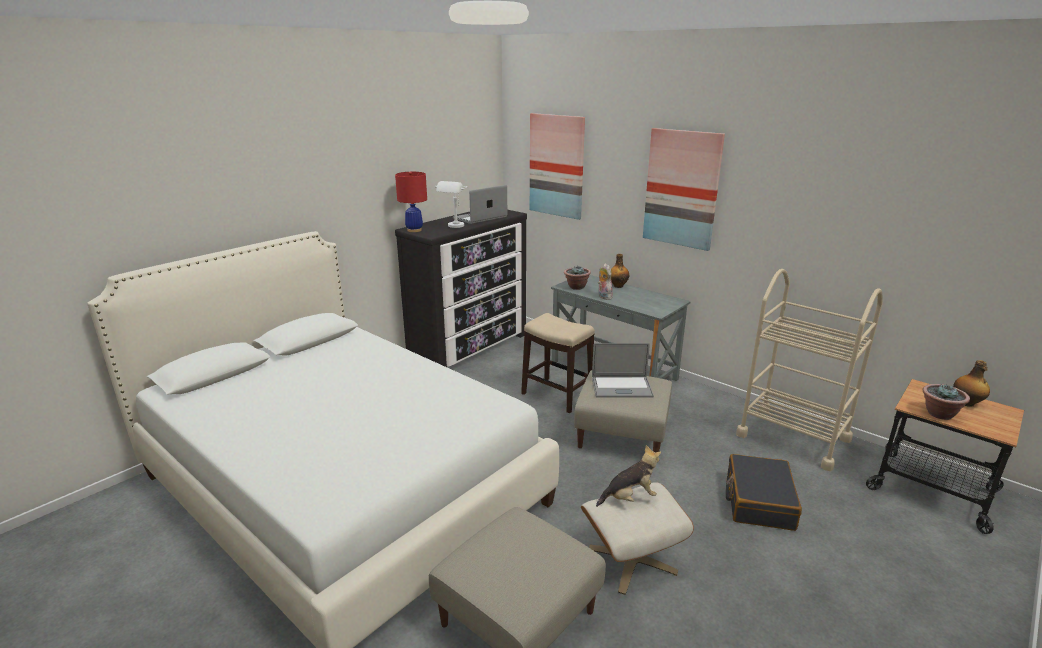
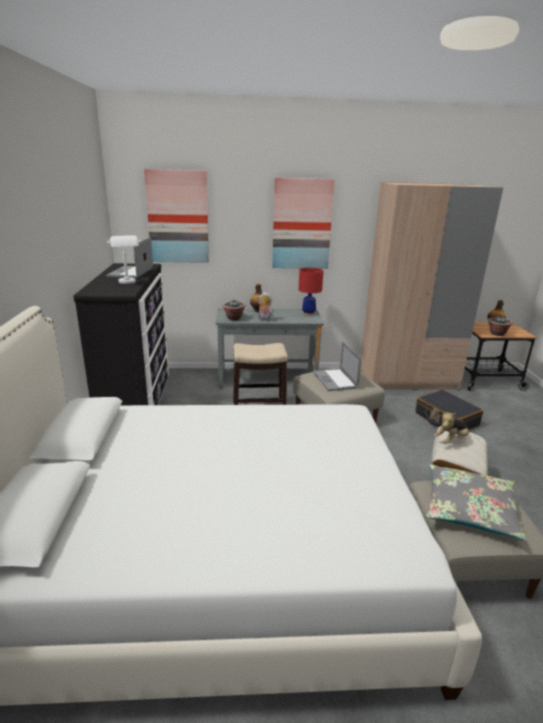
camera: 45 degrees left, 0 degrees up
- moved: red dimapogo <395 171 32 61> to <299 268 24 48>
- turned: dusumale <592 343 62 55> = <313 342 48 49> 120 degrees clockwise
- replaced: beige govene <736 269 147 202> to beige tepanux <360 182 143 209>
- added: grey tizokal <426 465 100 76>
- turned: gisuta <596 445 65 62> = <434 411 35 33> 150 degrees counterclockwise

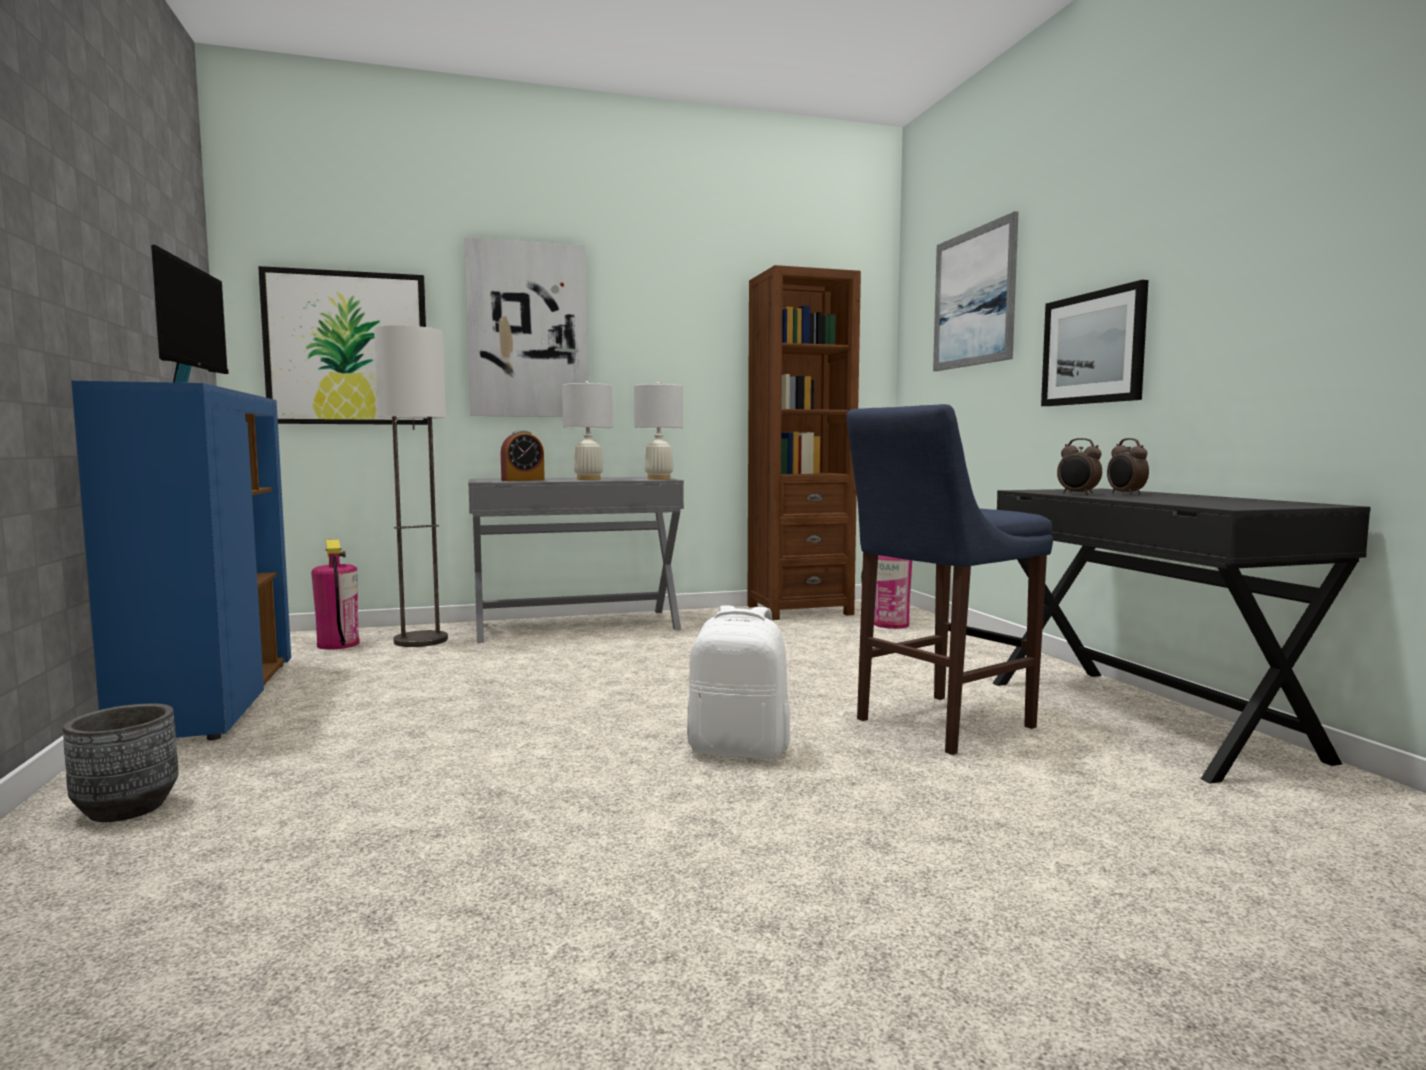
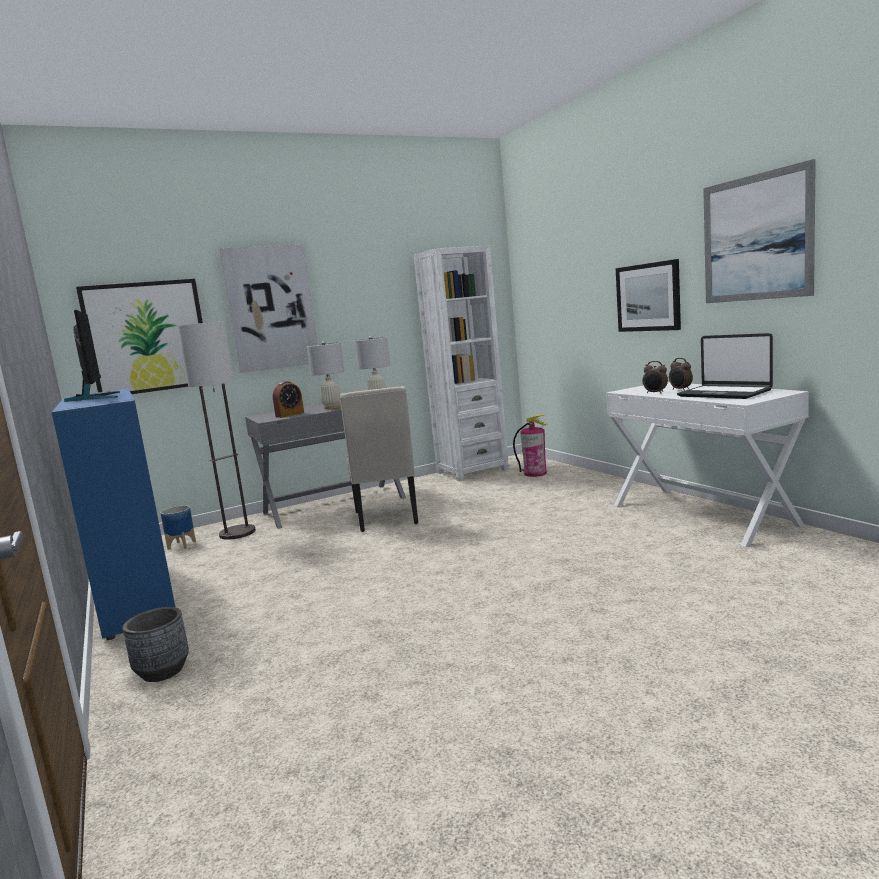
camera: 10 degrees left, 5 degrees up
- replaced: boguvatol <311 539 49 111> to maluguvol <160 505 36 45>
- added: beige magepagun <340 386 78 146>
- recoloured: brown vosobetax <747 265 114 355> to white vosobetax <414 245 95 237>
- recoloured: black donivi <993 489 378 294> to white donivi <606 382 203 165>
- added: dusumale <677 333 96 66>
- moved: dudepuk <933 211 85 160> to <703 159 113 144>
- removed: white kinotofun <687 605 103 154>
- removed: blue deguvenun <846 404 207 351>

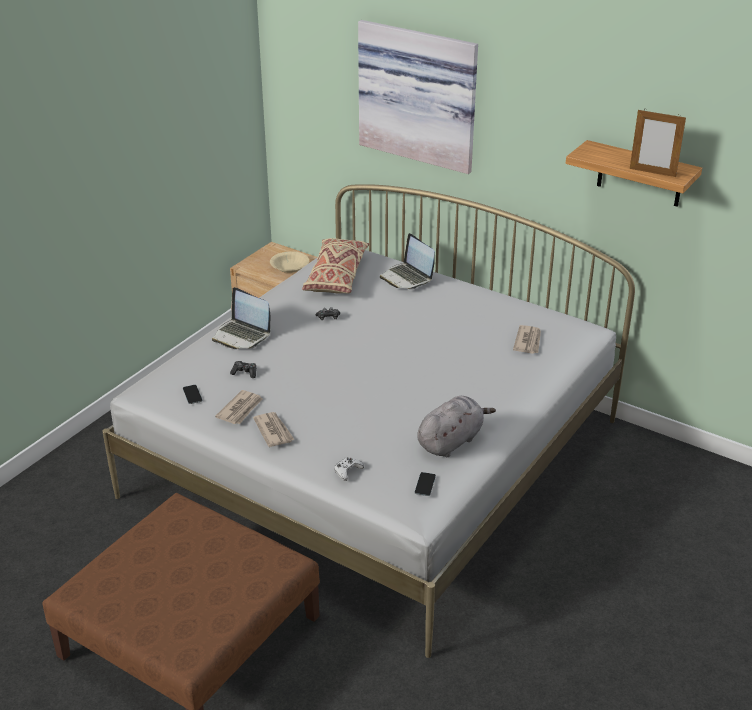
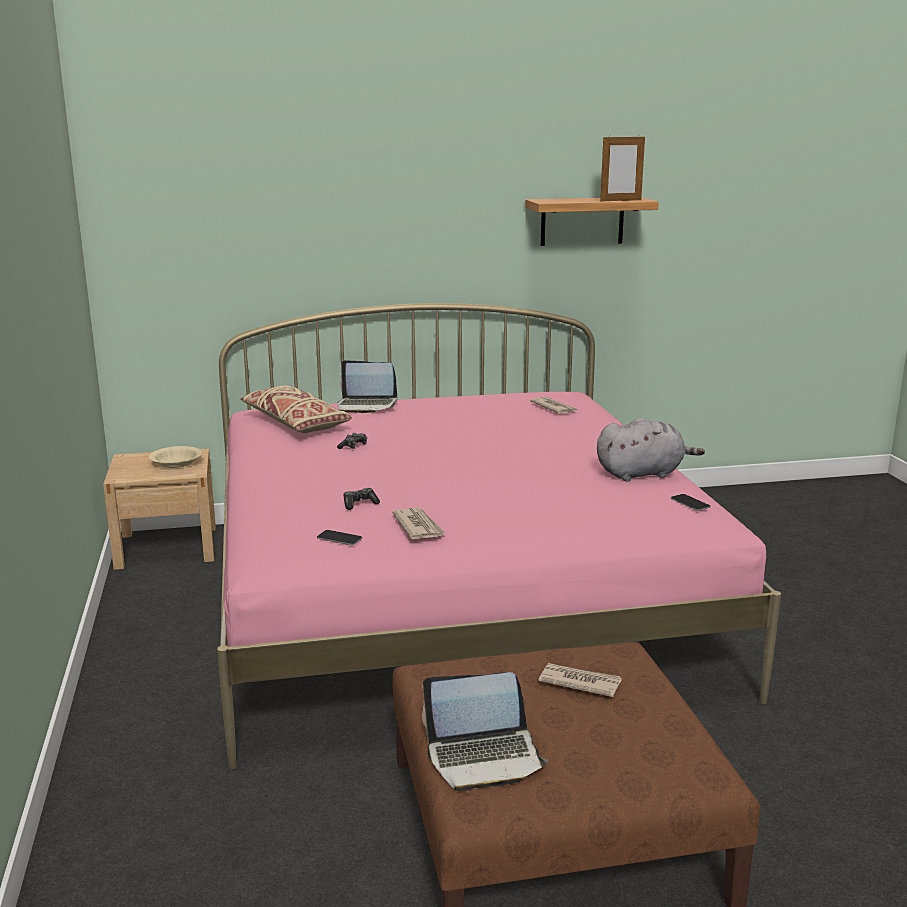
camera: 45 degrees left, 15 degrees down
- recoloured: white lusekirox <102 184 533 474> to pink lusekirox <217 303 564 466>
- moved: dusumale <212 287 58 62> to <422 672 126 119>
- moved: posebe <253 412 42 35> to <539 663 83 34>
- turned: grey gisuta <417 396 79 61> = <597 418 108 64> 75 degrees clockwise
- removed: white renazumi <334 457 30 24>
- removed: dudepuk <358 20 120 154>

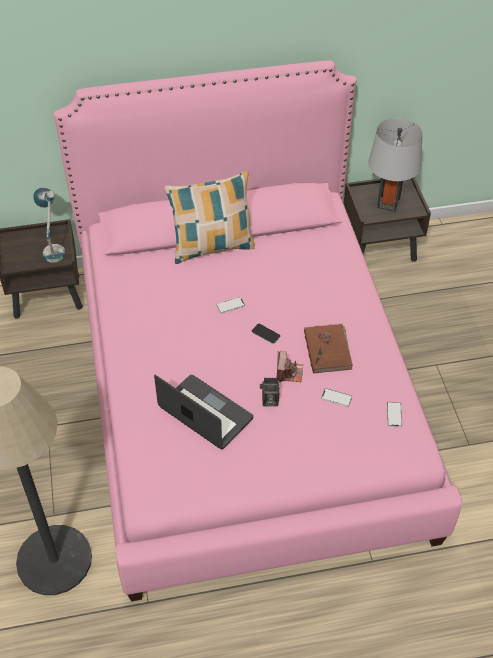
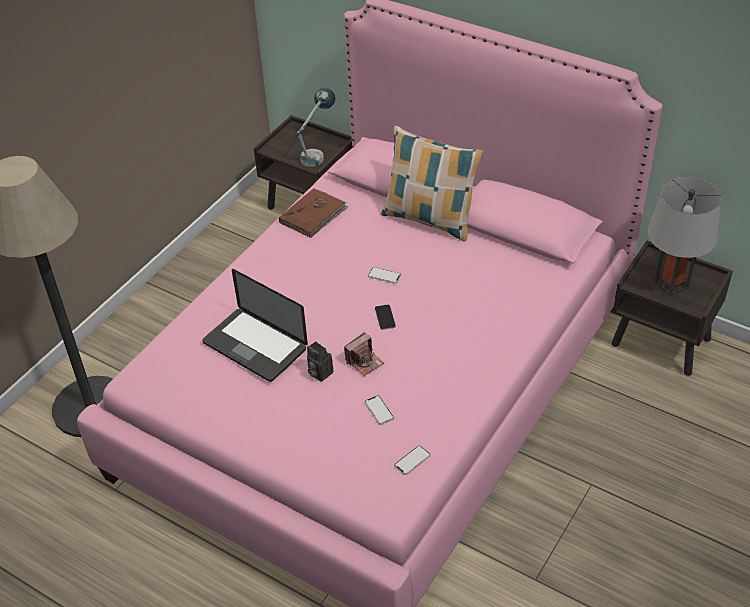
camera: 45 degrees right, 5 degrees down
- turned: dusumale <154 375 99 74> = <202 269 106 113> 135 degrees clockwise
- moved: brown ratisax <304 323 49 50> to <279 188 69 50>

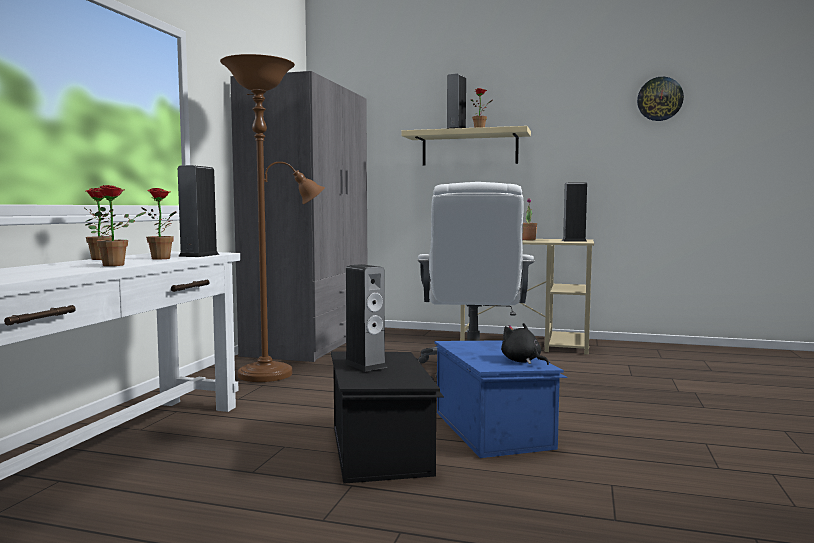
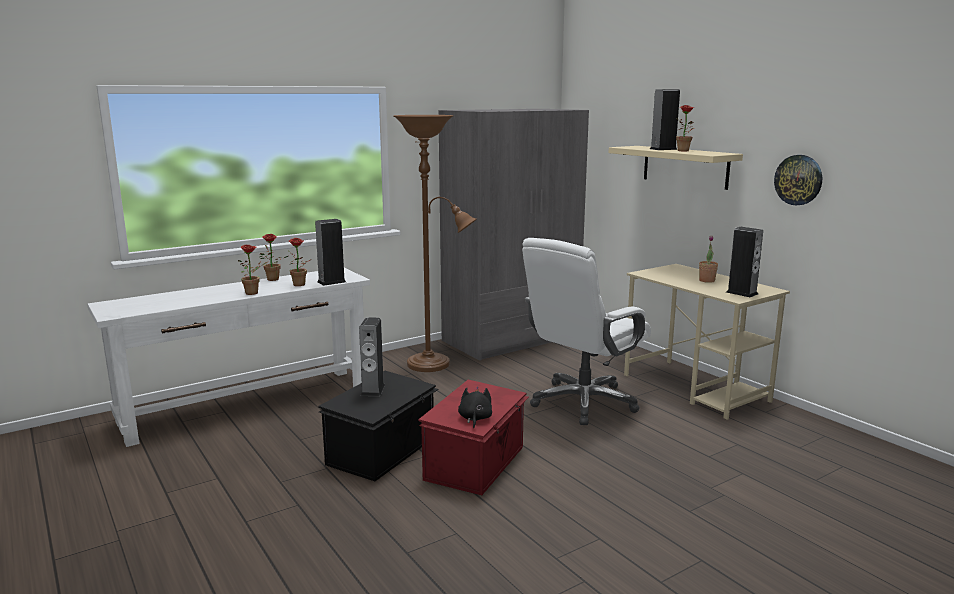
camera: 40 degrees right, 10 degrees up
- recoloured: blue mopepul <435 340 133 118> to red mopepul <419 380 110 115>
- moved: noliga <637 77 47 44> to <774 155 48 50>

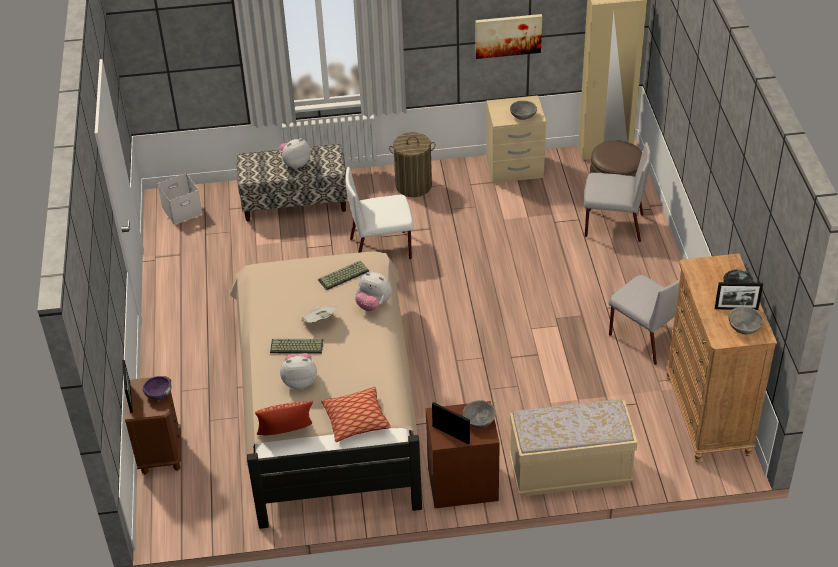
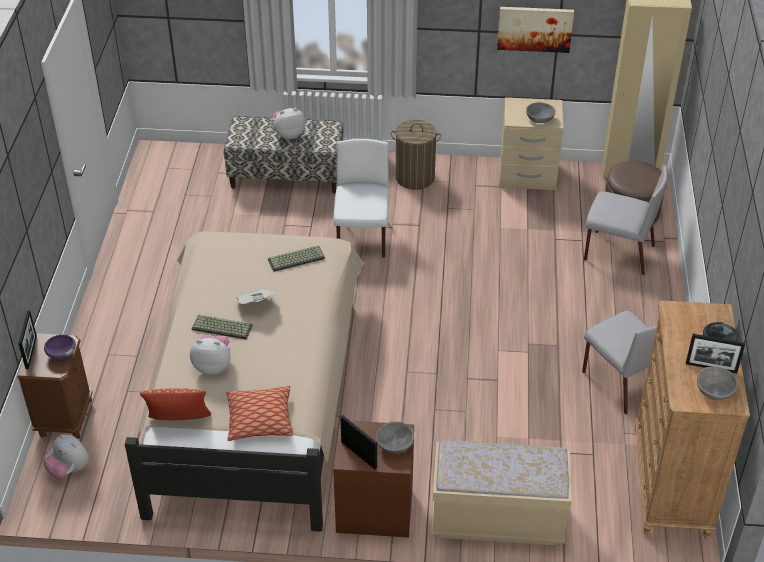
camera: 10 degrees right, 0 degrees up
- moved: gisuta <355 272 37 39> to <44 434 45 45>
- turned: white magepagun <345 167 68 92> = <334 139 55 119> 90 degrees clockwise
- removed: white mopepul <157 173 46 52>

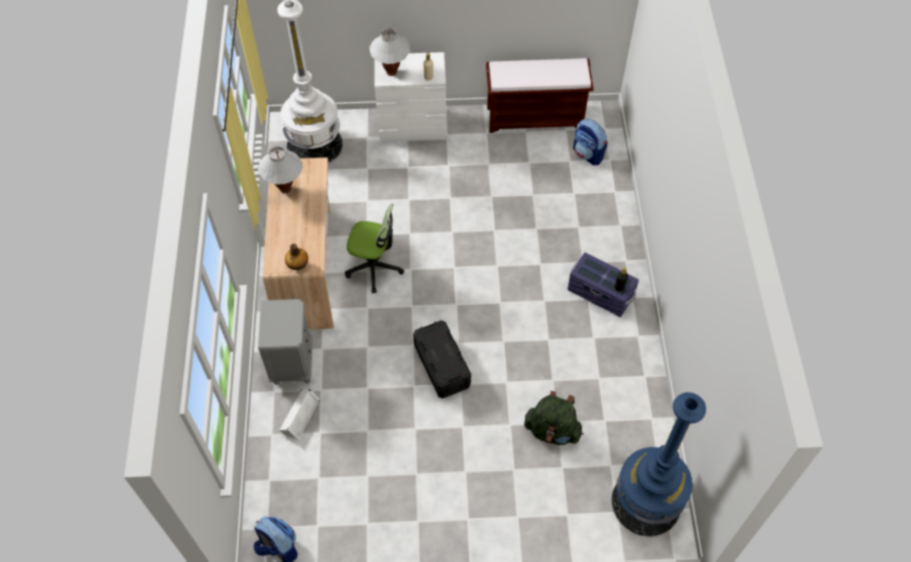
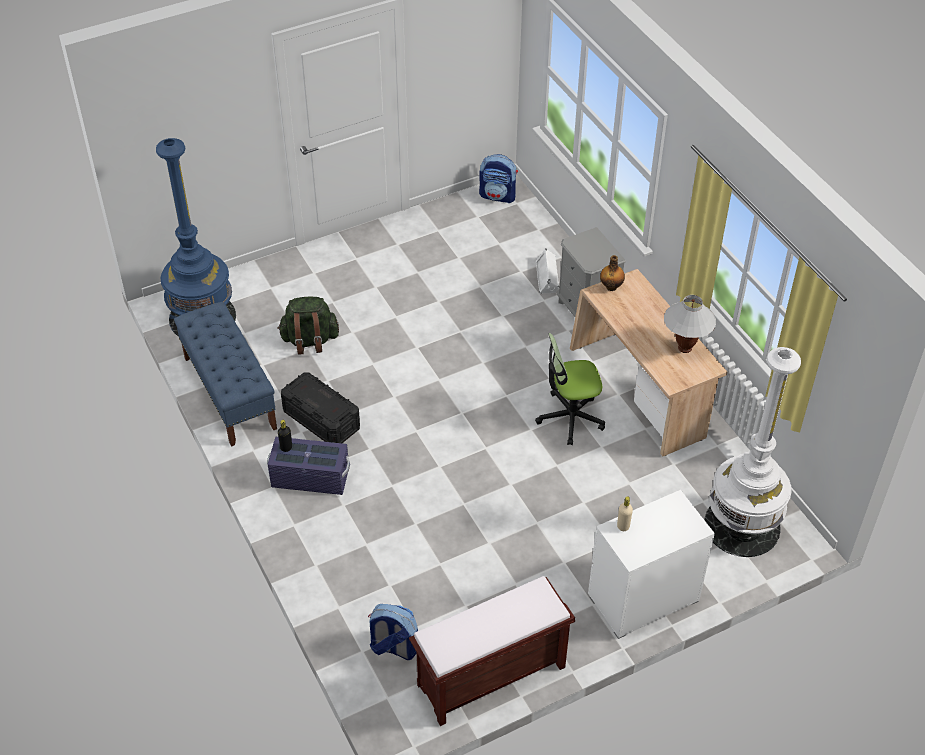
camera: 155 degrees right, 10 degrees down
- added: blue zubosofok <174 302 103 145>
- moved: black mopepul <413 320 58 78> to <281 372 79 71>
- removed: white dimapogo <369 28 41 48>

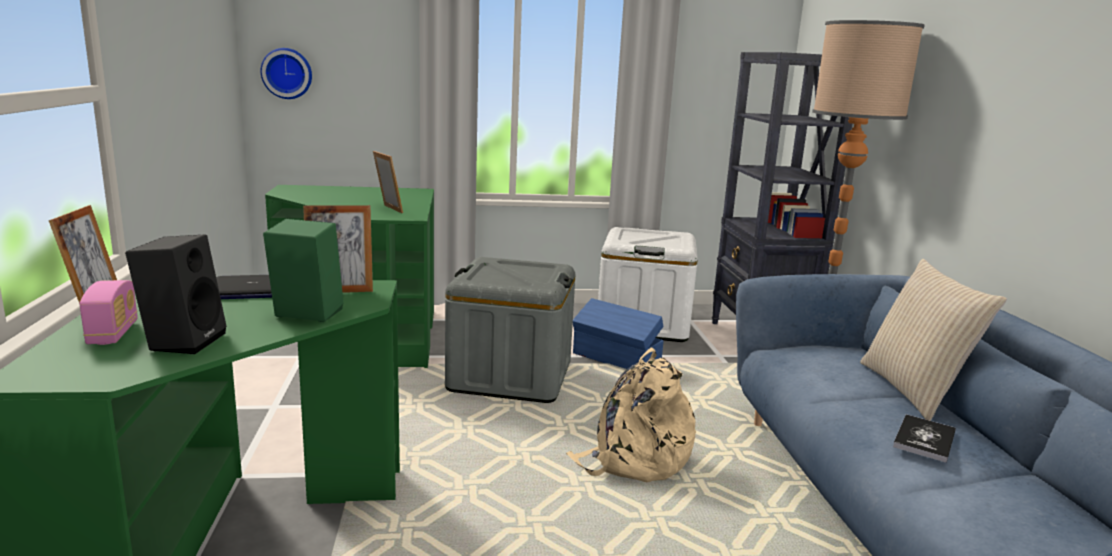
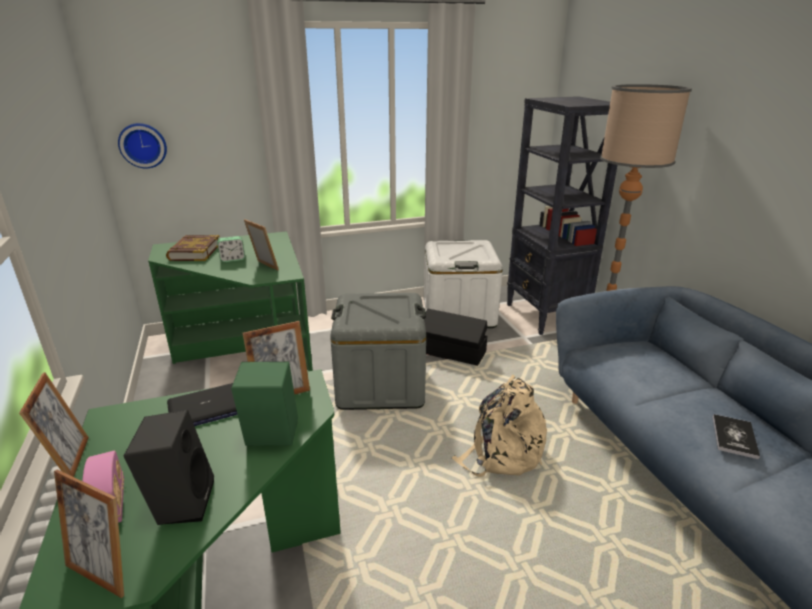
camera: 10 degrees left, 10 degrees up
- added: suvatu <54 469 70 129>
- added: ratisax <166 235 53 26>
- added: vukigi <217 236 28 26>
- recoloured: blue mopepul <573 298 91 71> to black mopepul <424 309 64 57>
- removed: beige tizokal <860 259 147 162>

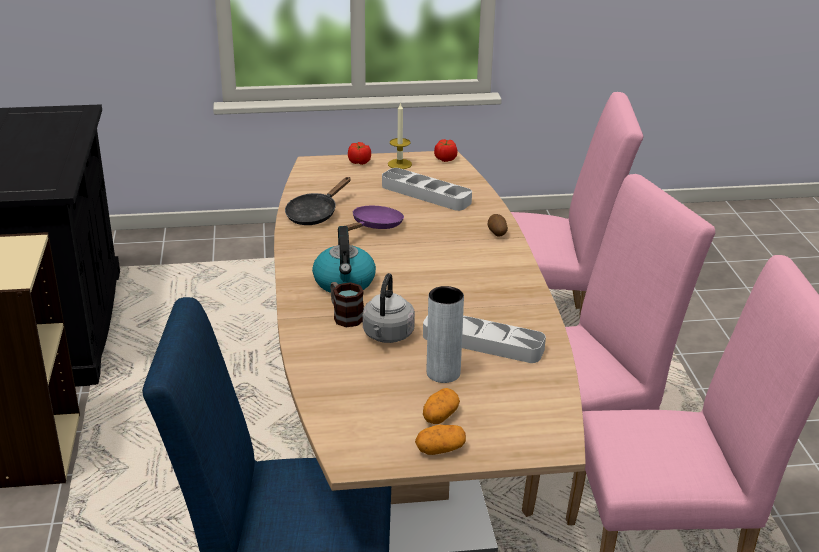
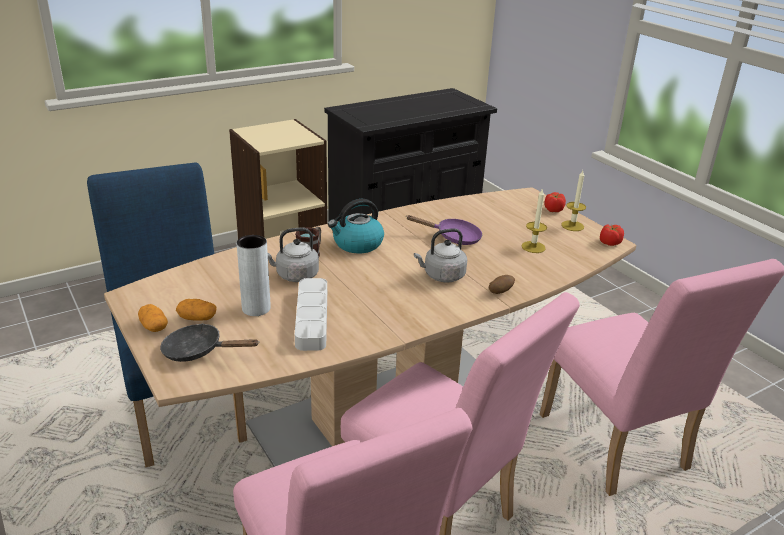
camera: 65 degrees right, 0 degrees up
- moved: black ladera <285 177 66 48> to <160 323 99 39>
- added: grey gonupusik <414 228 53 54>
- replaced: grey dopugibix <382 168 90 43> to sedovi <522 188 25 65>

